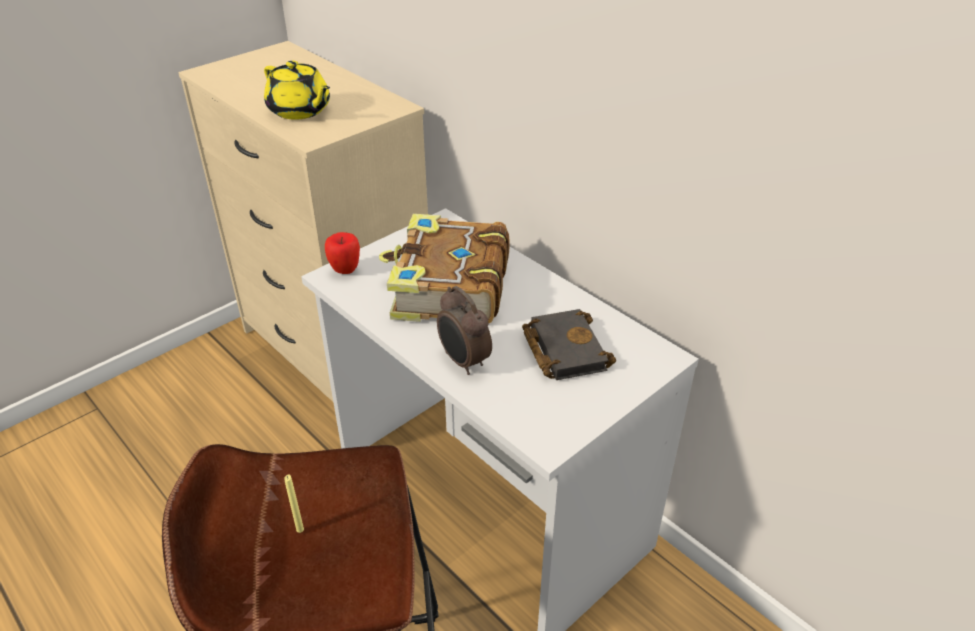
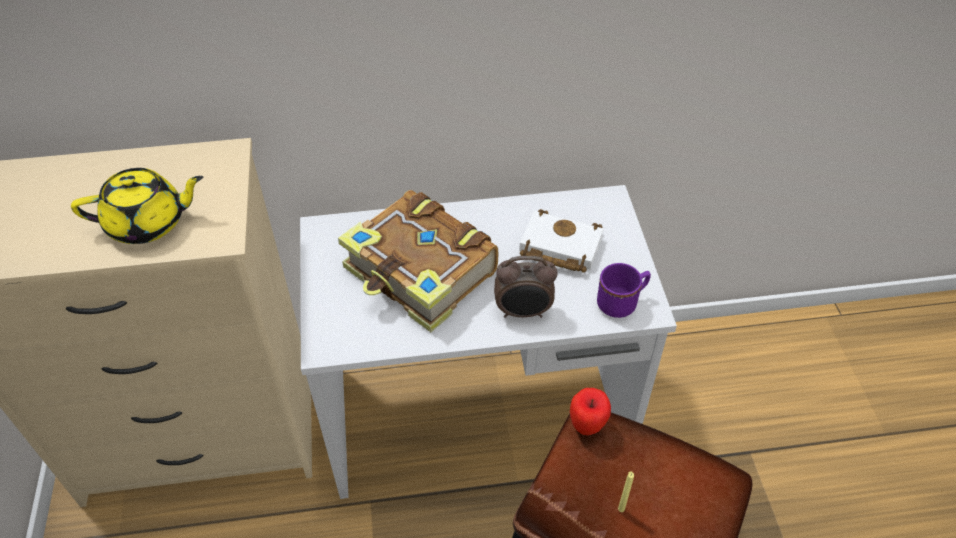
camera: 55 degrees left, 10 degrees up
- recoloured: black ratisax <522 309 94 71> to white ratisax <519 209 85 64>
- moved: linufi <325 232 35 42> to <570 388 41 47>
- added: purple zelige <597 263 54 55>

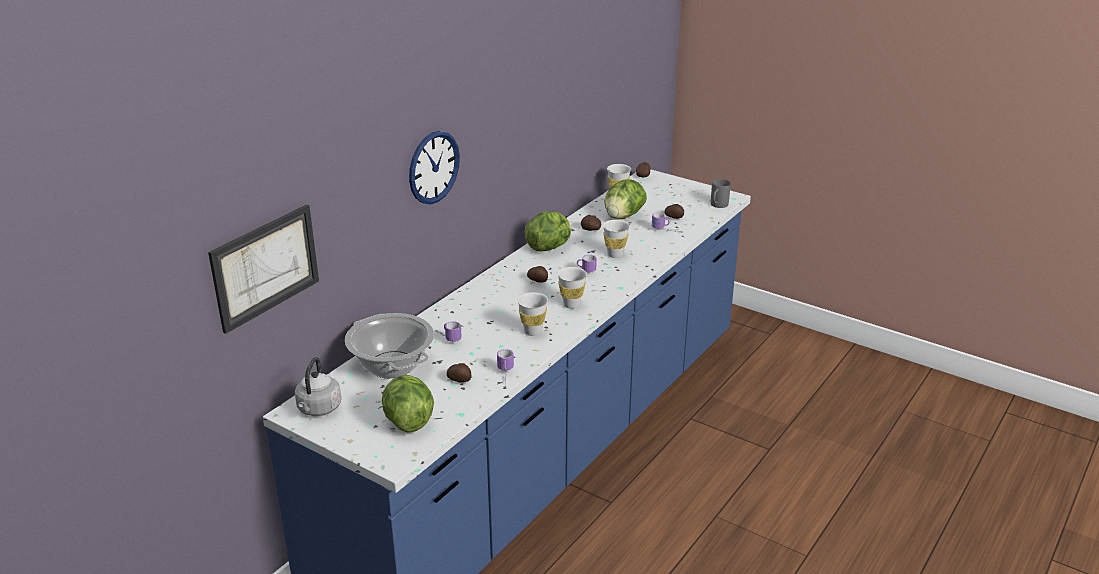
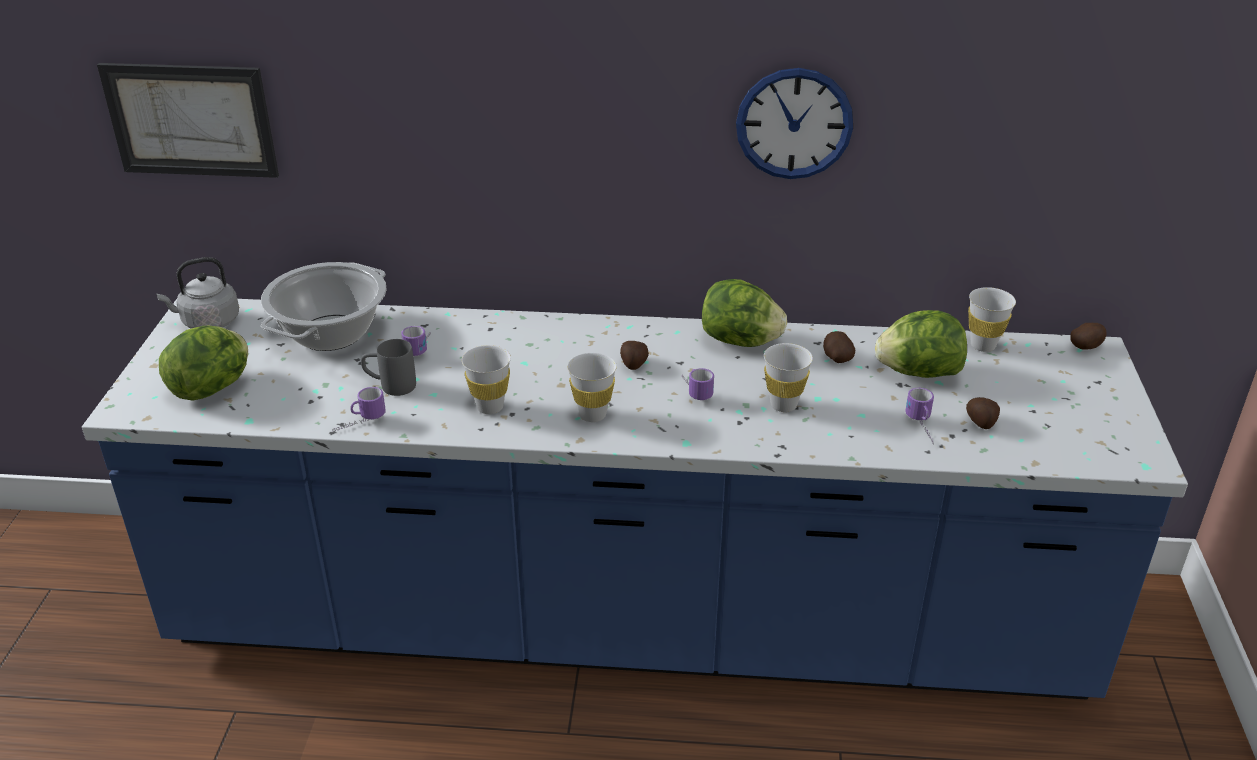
camera: 60 degrees right, 5 degrees up
- moved: grey zelige <711 179 19 29> to <361 339 55 57>
- moved: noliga <409 131 51 74> to <736 68 117 111>
- removed: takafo <447 363 24 19>

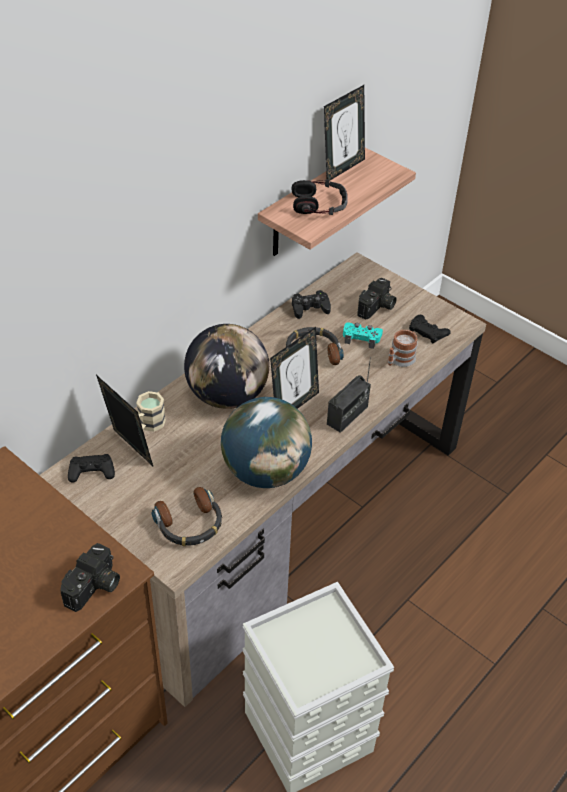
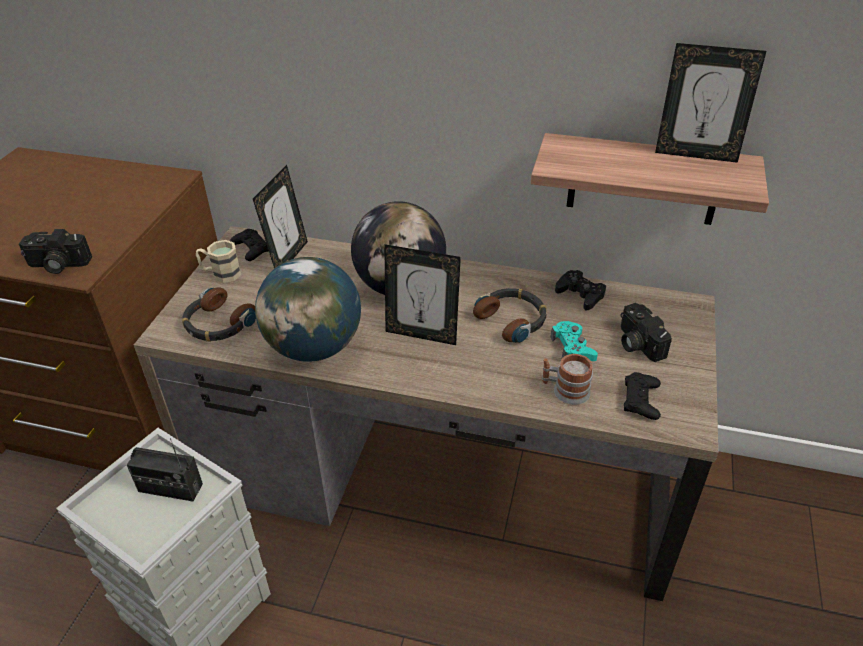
camera: 65 degrees right, 5 degrees down
- moved: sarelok <327 357 44 76> to <127 438 76 64>
- moved: beige zelige <136 391 30 41> to <196 240 45 43>
- turned: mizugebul <357 278 40 42> = <621 303 51 59> 60 degrees clockwise
- removed: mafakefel <291 179 57 36>

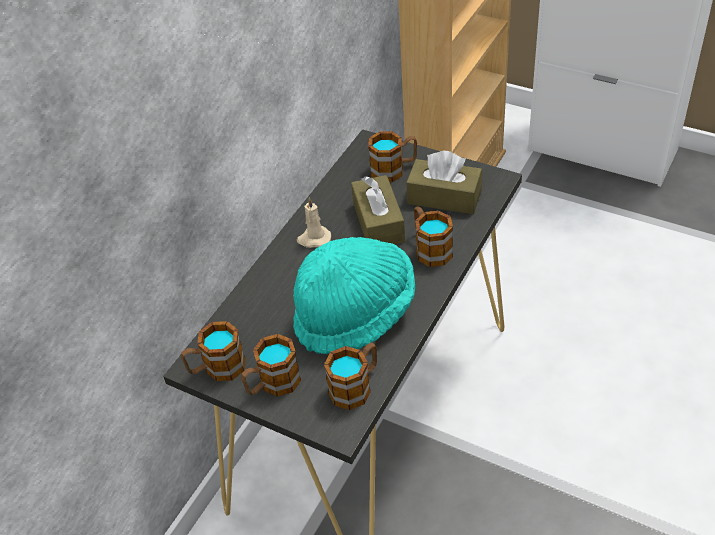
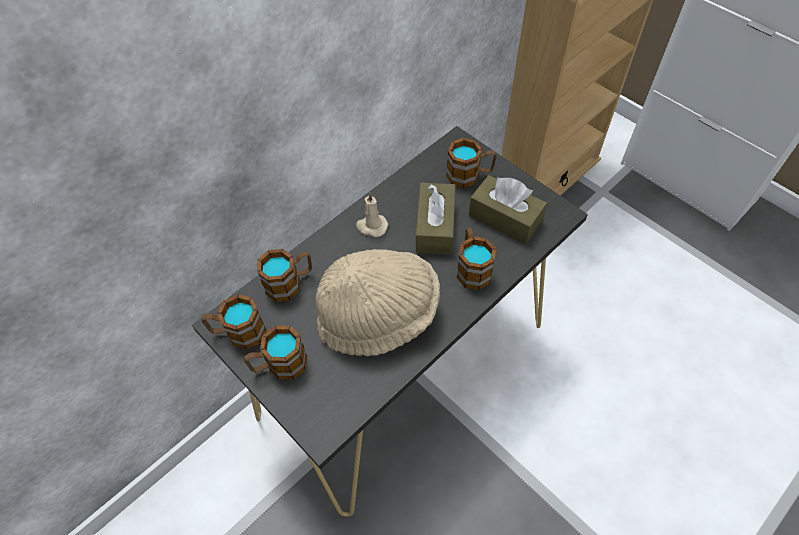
camera: 15 degrees right, 10 degrees up
- moved: zelige <324 342 53 68> to <257 249 55 53>
- recoloured: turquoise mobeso <293 237 122 117> to beige mobeso <316 249 124 107>

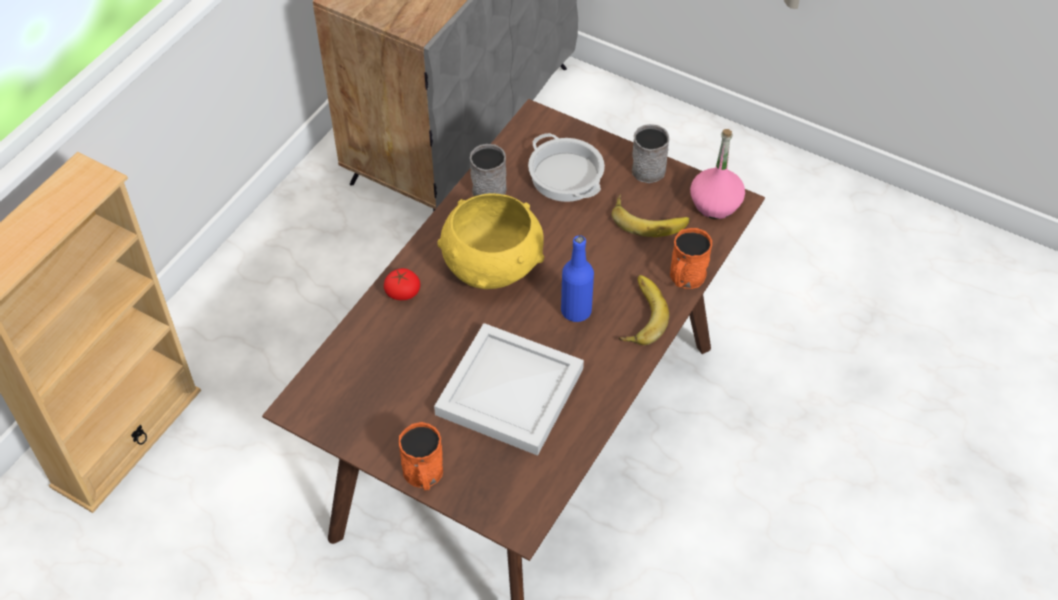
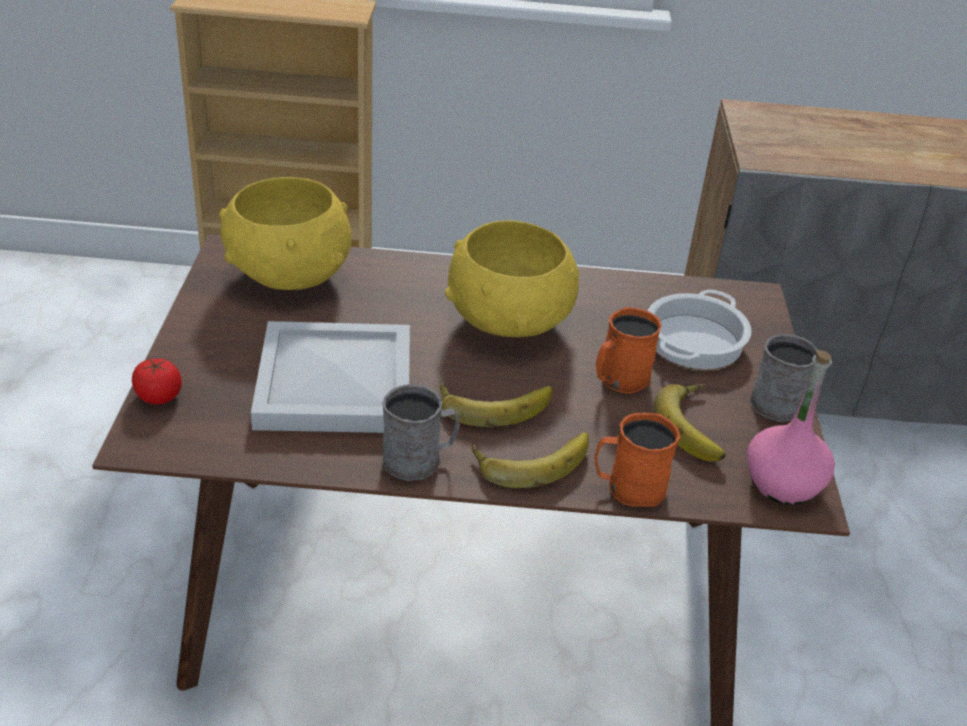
camera: 60 degrees right, 15 degrees down
- moved: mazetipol <384 268 36 32> to <132 359 50 45>
- added: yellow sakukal <219 177 133 113>
- moved: grey zelige <470 144 37 52> to <382 384 77 97>
- replaced: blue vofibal <561 235 33 87> to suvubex <440 381 113 46>
- moved: orange zelige <399 422 44 68> to <596 307 65 87>

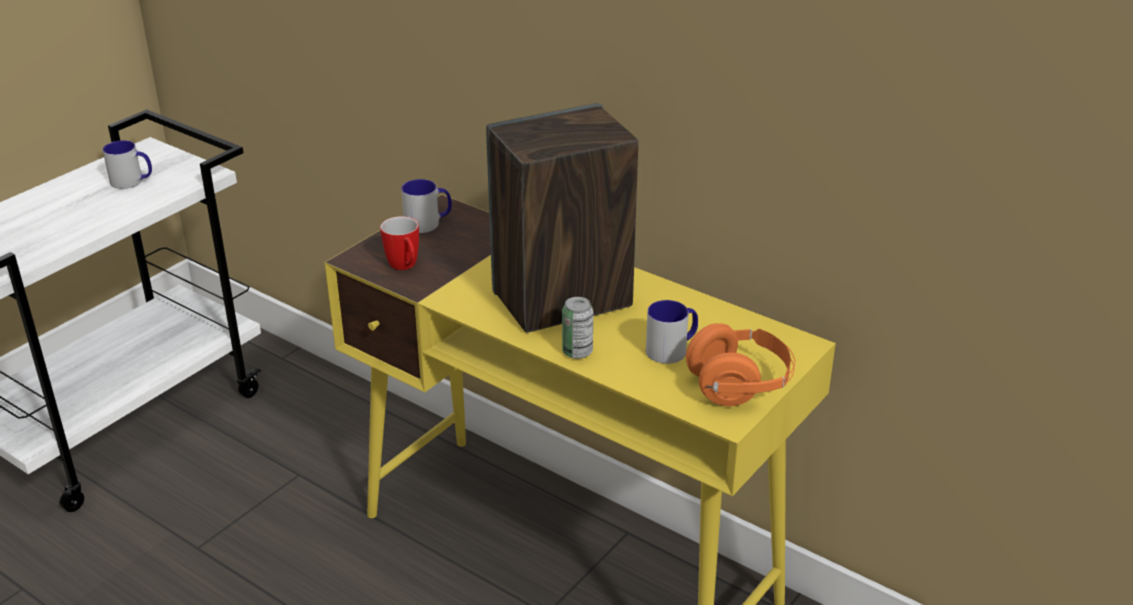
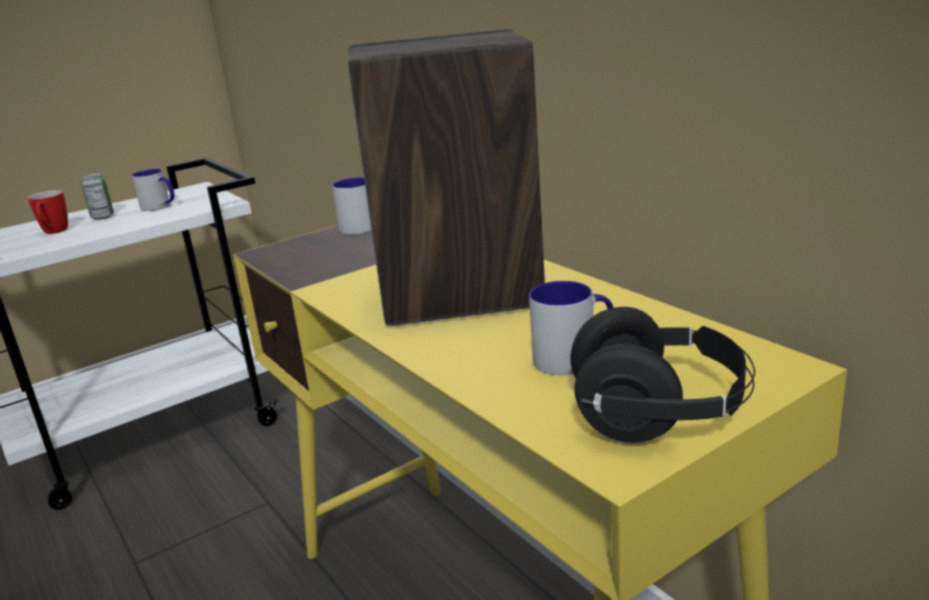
camera: 20 degrees right, 10 degrees down
- moved: zelige <380 216 39 54> to <28 190 40 44>
- moved: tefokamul <562 297 31 62> to <81 173 33 47>
- recoloured: orange mafakefel <686 323 109 83> to black mafakefel <570 307 185 136>

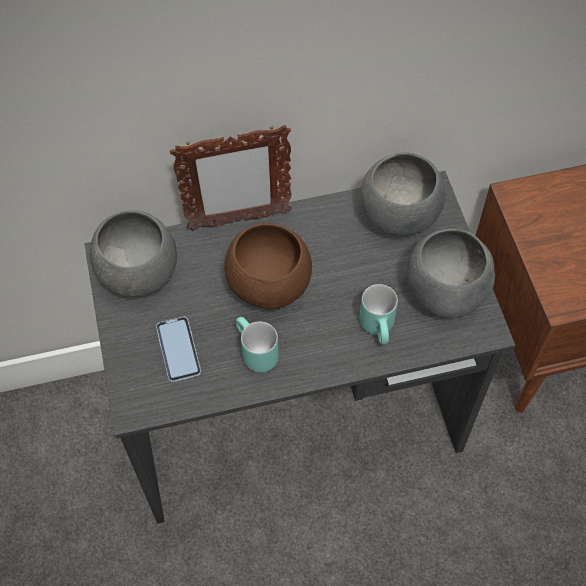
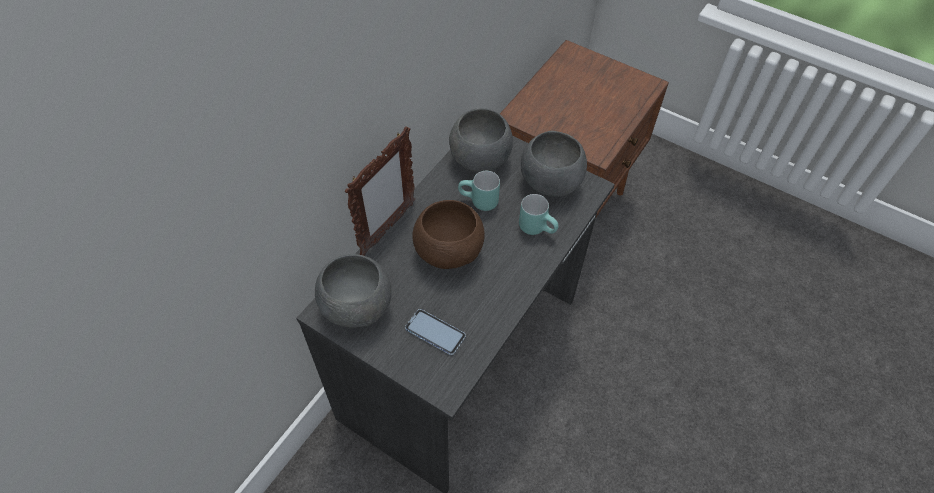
camera: 45 degrees left, 5 degrees down
- moved: turquoise zelige <236 317 43 55> to <458 171 42 40>

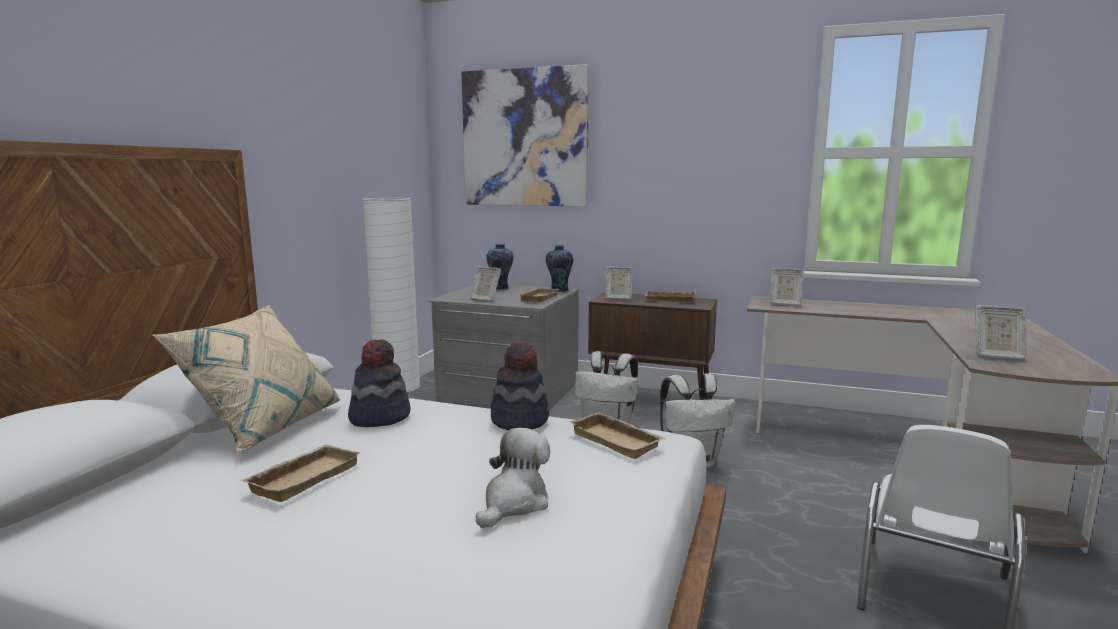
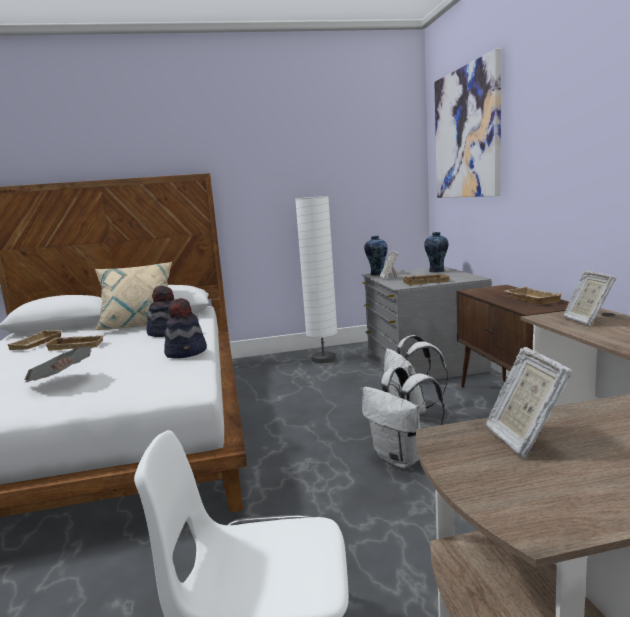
camera: 60 degrees right, 0 degrees up
- moved: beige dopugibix <569 412 96 47> to <6 330 58 20>
- replaced: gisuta <476 428 74 100> to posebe <25 347 67 35>
- moved: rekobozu <546 245 27 47> to <364 236 23 39>
- removed: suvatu <605 266 28 34>

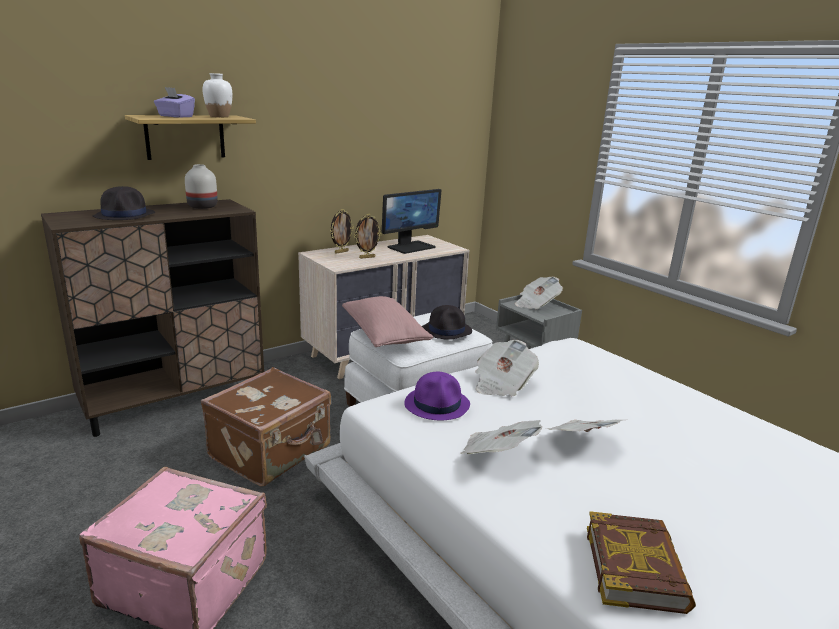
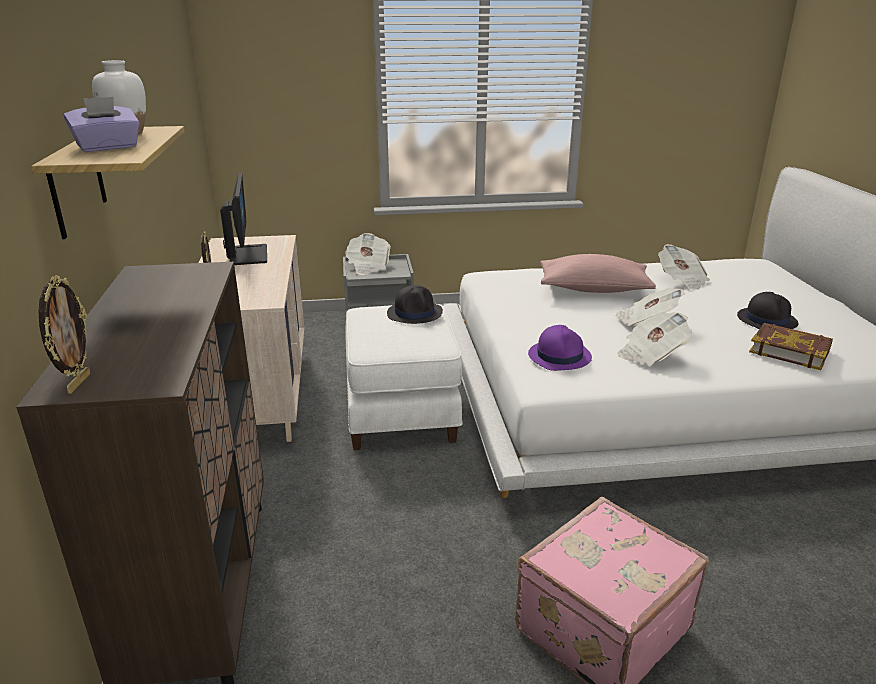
camera: 60 degrees left, 5 degrees up
- moved: suvatu <354 214 28 45> to <38 275 52 119>
- moved: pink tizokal <342 296 91 51> to <540 254 116 39>
- moved: posebe <475 340 64 57> to <658 244 52 46>
- moved: black mobeso <92 186 63 34> to <737 292 61 37>
- removed: white rekobozu <185 164 33 45>
- removed: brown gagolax <201 367 130 120>

